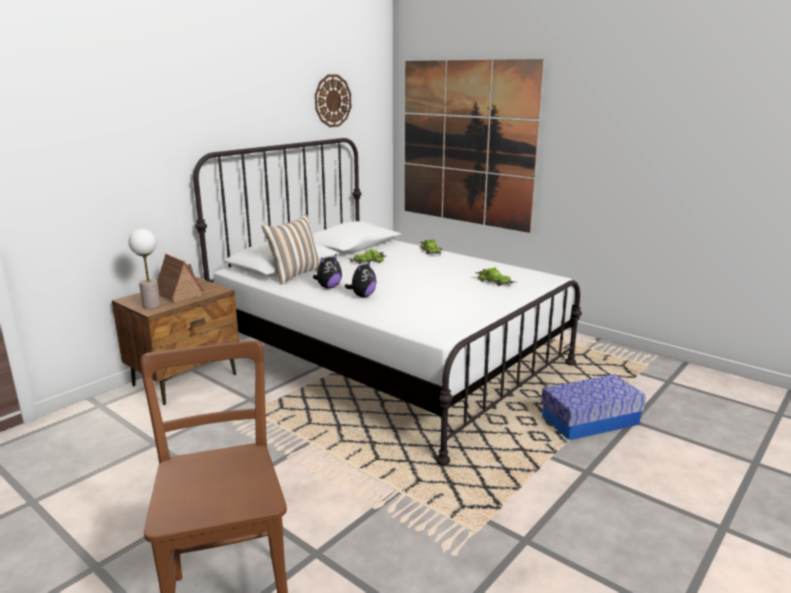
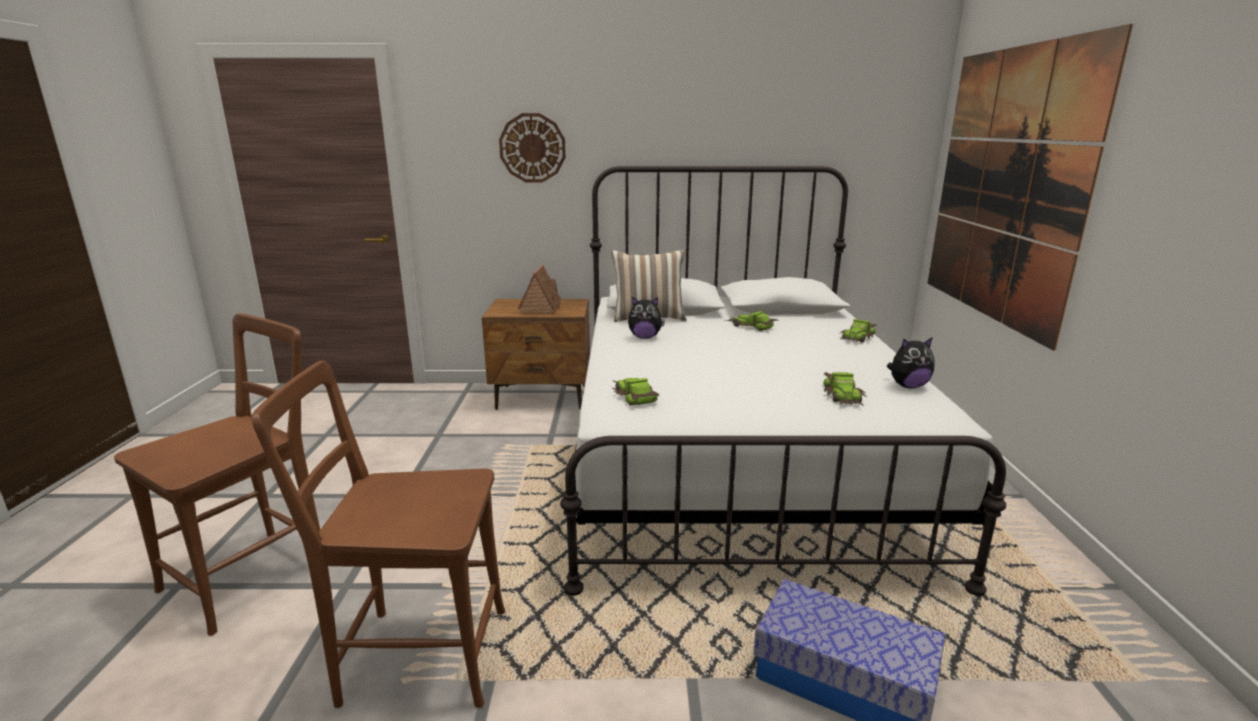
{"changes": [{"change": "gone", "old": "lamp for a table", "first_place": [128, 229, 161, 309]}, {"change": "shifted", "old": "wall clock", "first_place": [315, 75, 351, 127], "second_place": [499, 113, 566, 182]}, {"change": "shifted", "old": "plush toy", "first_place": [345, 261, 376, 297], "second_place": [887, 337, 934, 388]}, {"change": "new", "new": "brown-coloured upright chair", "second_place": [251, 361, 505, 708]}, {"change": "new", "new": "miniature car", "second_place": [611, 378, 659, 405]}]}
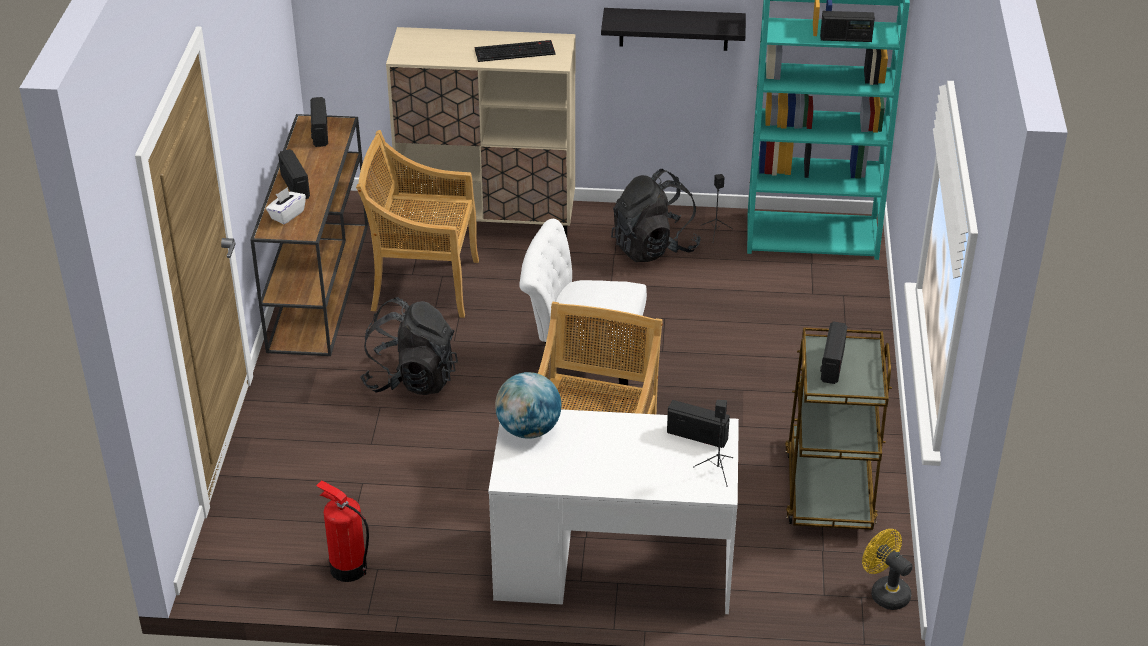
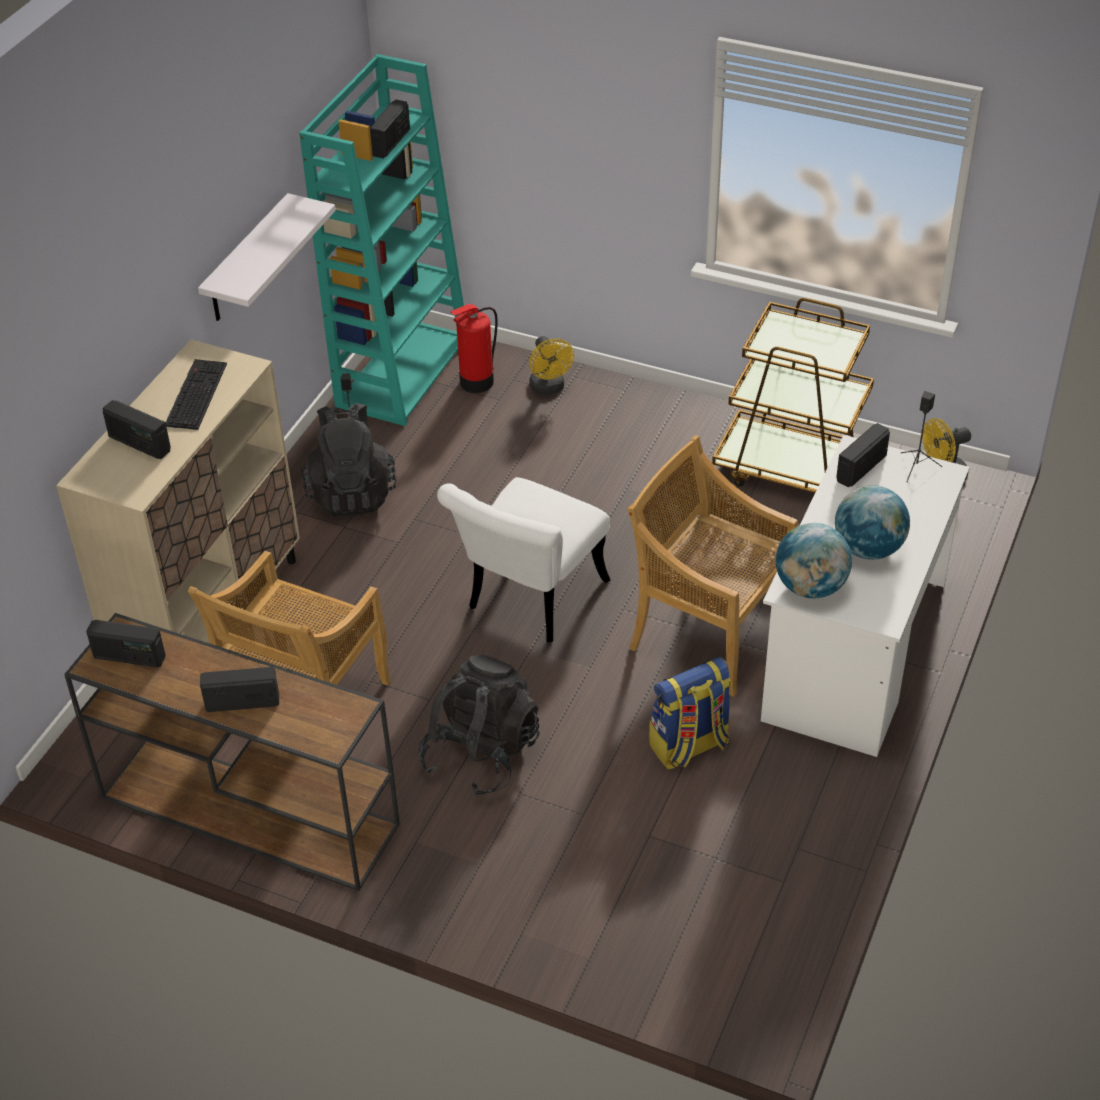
{"changes": [{"change": "gone", "old": "white box of tissues", "first_place": [266, 187, 306, 224]}, {"change": "shifted", "old": "extinguisher", "first_place": [316, 480, 369, 582], "second_place": [450, 304, 498, 393]}, {"change": "repainted", "old": "blackish shelf", "new": "white shelf", "first_place": [601, 8, 746, 51], "second_place": [198, 193, 336, 321]}, {"change": "shifted", "old": "radio set", "first_place": [820, 322, 847, 384], "second_place": [103, 400, 171, 459]}, {"change": "new", "new": "yellow-coloured electric fan", "second_place": [529, 336, 574, 395]}, {"change": "new", "new": "backpack", "second_place": [649, 657, 732, 769]}, {"change": "new", "new": "desk globe", "second_place": [835, 485, 910, 560]}]}
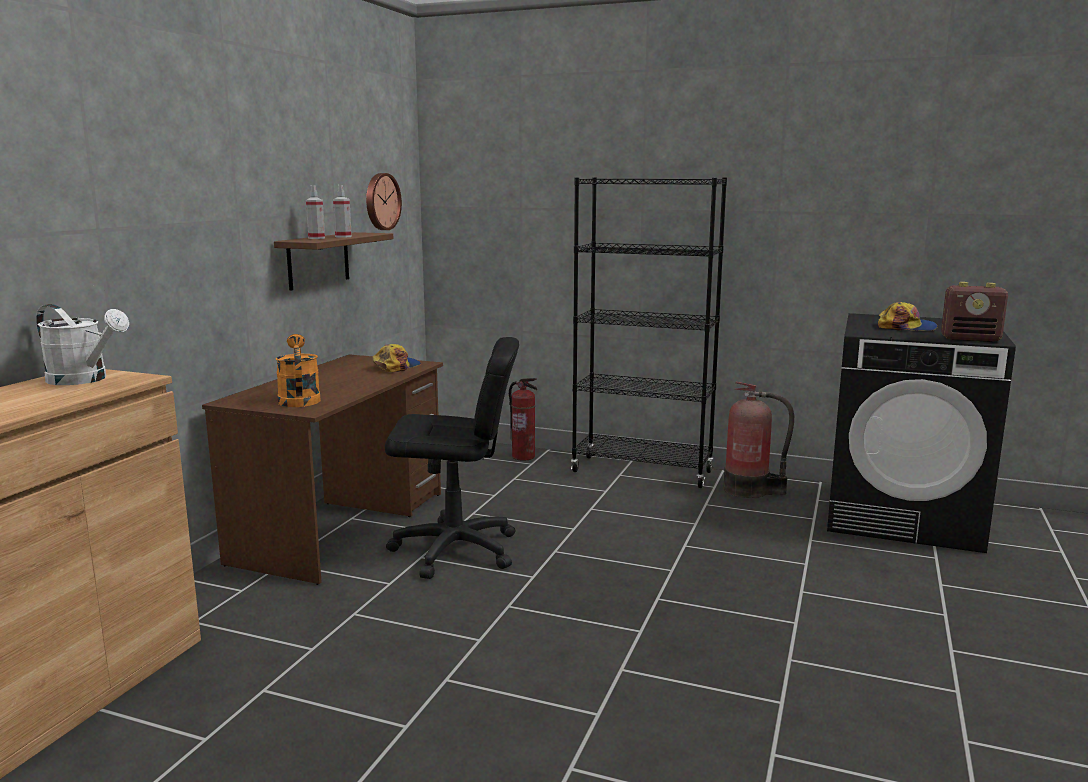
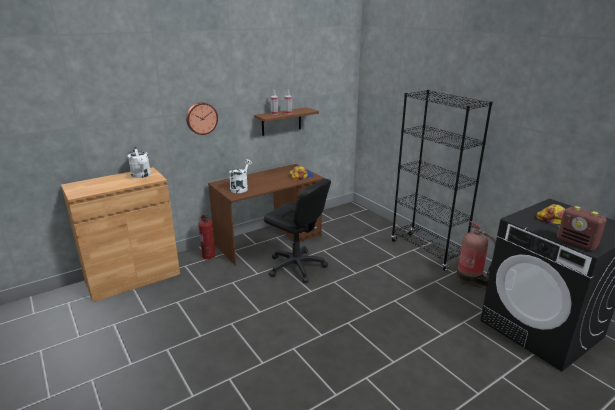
{"changes": [{"change": "repainted", "old": "orangey sprinkling can", "new": "white sprinkling can", "first_place": [276, 334, 321, 407], "second_place": [229, 159, 252, 193]}, {"change": "shifted", "old": "wall clock", "first_place": [366, 173, 402, 230], "second_place": [186, 102, 218, 135]}, {"change": "shifted", "old": "extinguisher", "first_place": [509, 378, 537, 461], "second_place": [198, 214, 216, 259]}]}
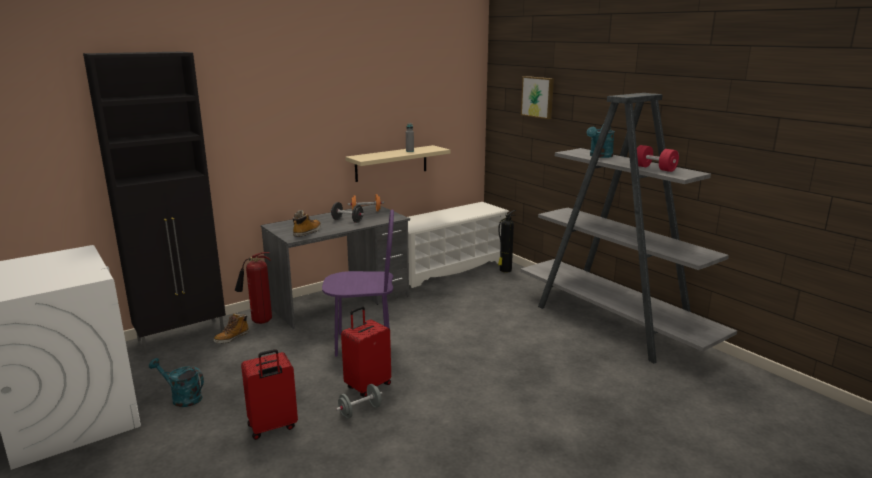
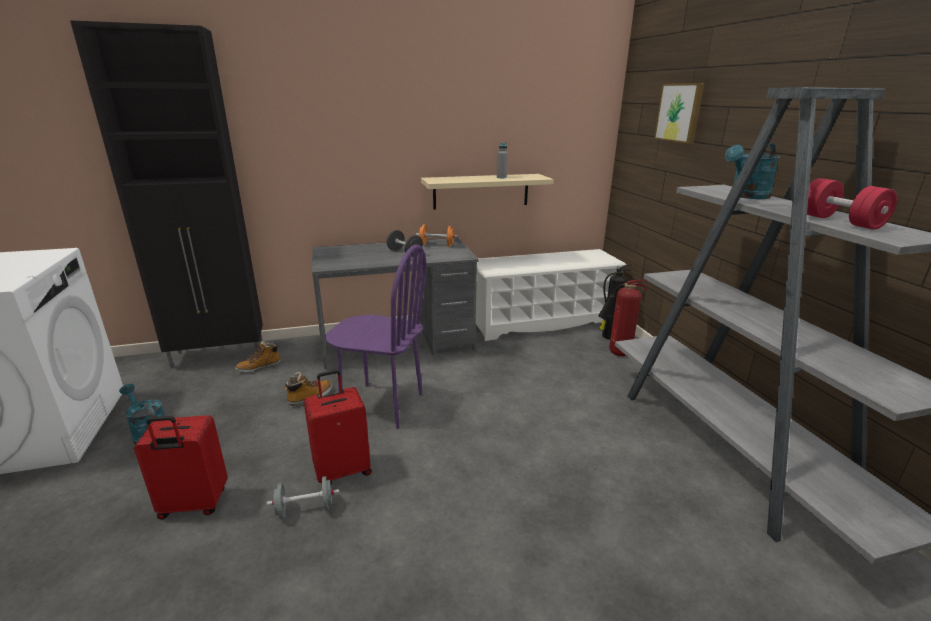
{"changes": [{"change": "shifted", "old": "extinguisher", "first_place": [235, 252, 272, 324], "second_place": [598, 279, 647, 356]}, {"change": "shifted", "old": "boot", "first_place": [293, 210, 321, 237], "second_place": [284, 372, 332, 406]}]}
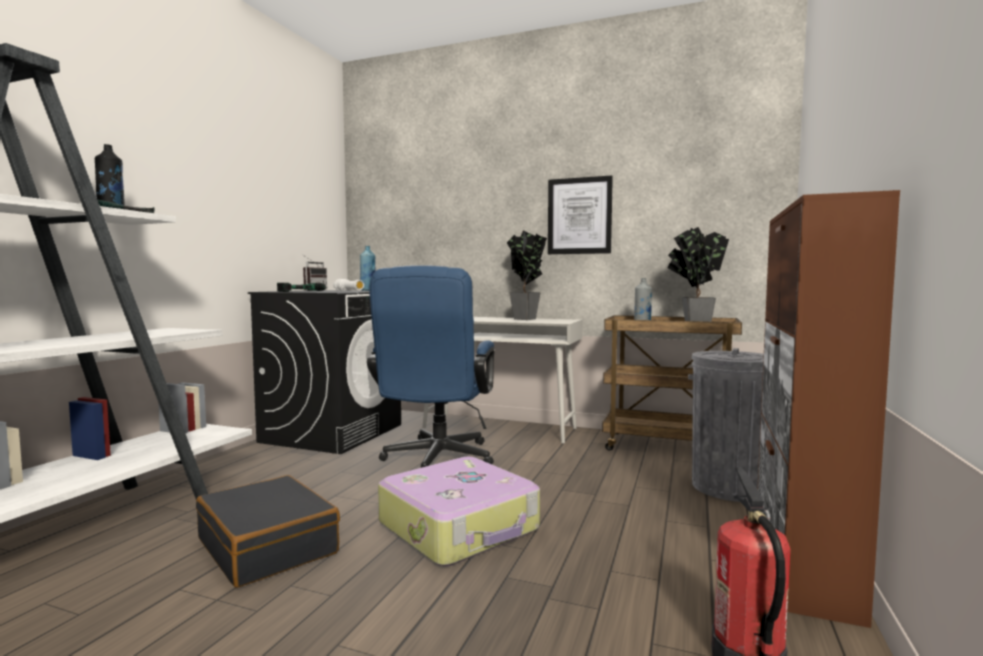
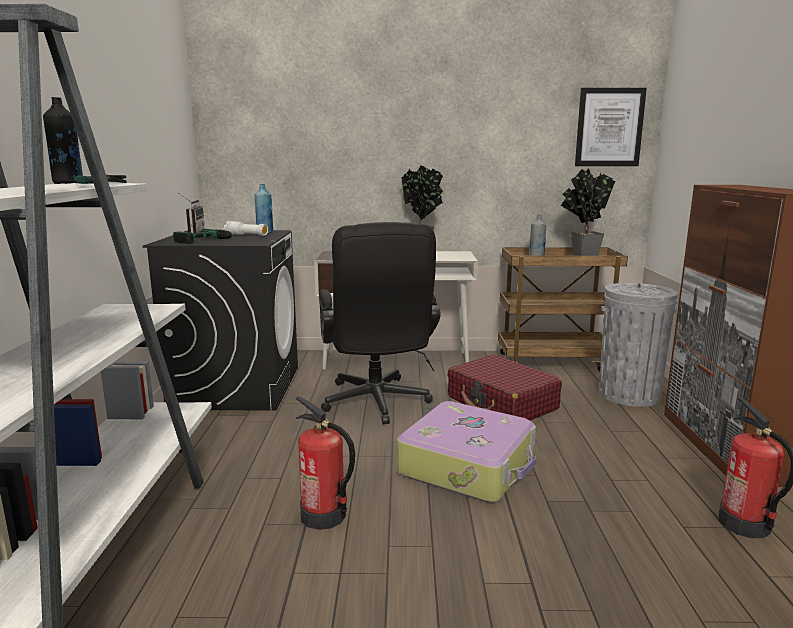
{"changes": [{"change": "swapped", "old": "blackish travel case", "new": "extinguisher", "first_place": [196, 475, 340, 588], "second_place": [296, 396, 355, 530]}, {"change": "repainted", "old": "bluish office chair", "new": "blackish office chair", "first_place": [367, 265, 495, 468], "second_place": [319, 222, 441, 424]}, {"change": "shifted", "old": "wall art", "first_place": [548, 175, 613, 254], "second_place": [575, 88, 647, 166]}, {"change": "new", "new": "red travel case", "second_place": [448, 354, 562, 421]}]}
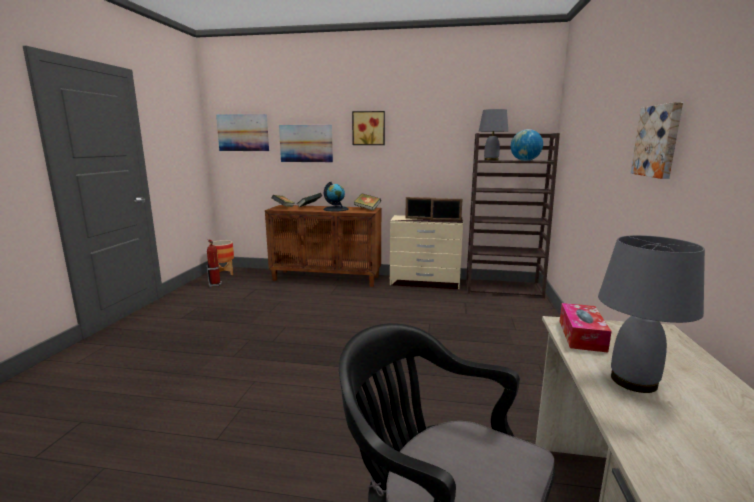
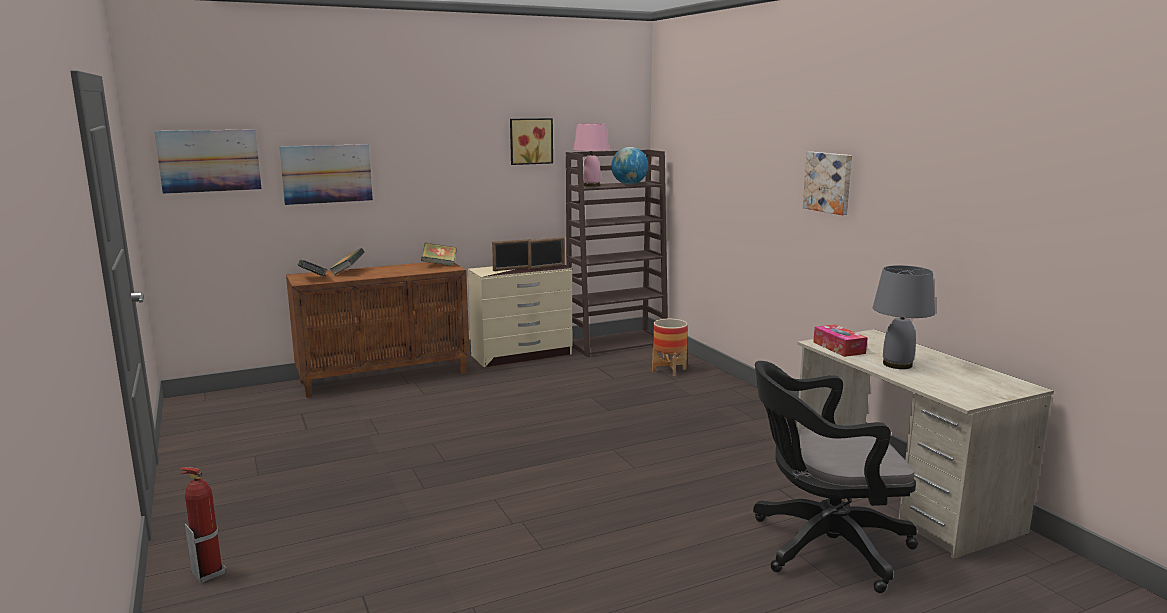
{"changes": [{"change": "shifted", "old": "extinguisher", "first_place": [207, 239, 222, 287], "second_place": [179, 467, 226, 583]}, {"change": "shifted", "old": "planter", "first_place": [209, 240, 234, 275], "second_place": [652, 319, 688, 376]}, {"change": "gone", "old": "desk globe", "first_place": [324, 181, 349, 211]}, {"change": "shifted", "old": "wall art", "first_place": [352, 111, 385, 145], "second_place": [510, 118, 553, 165]}, {"change": "repainted", "old": "greyish lamp for a table", "new": "pinkish lamp for a table", "first_place": [479, 109, 508, 161], "second_place": [573, 123, 609, 187]}]}
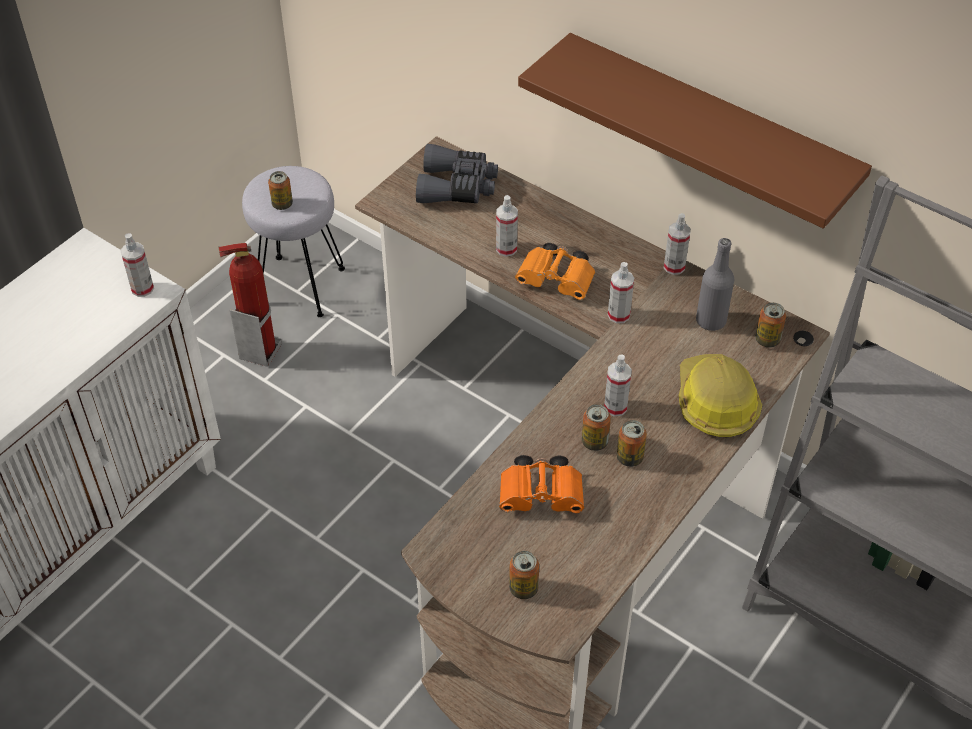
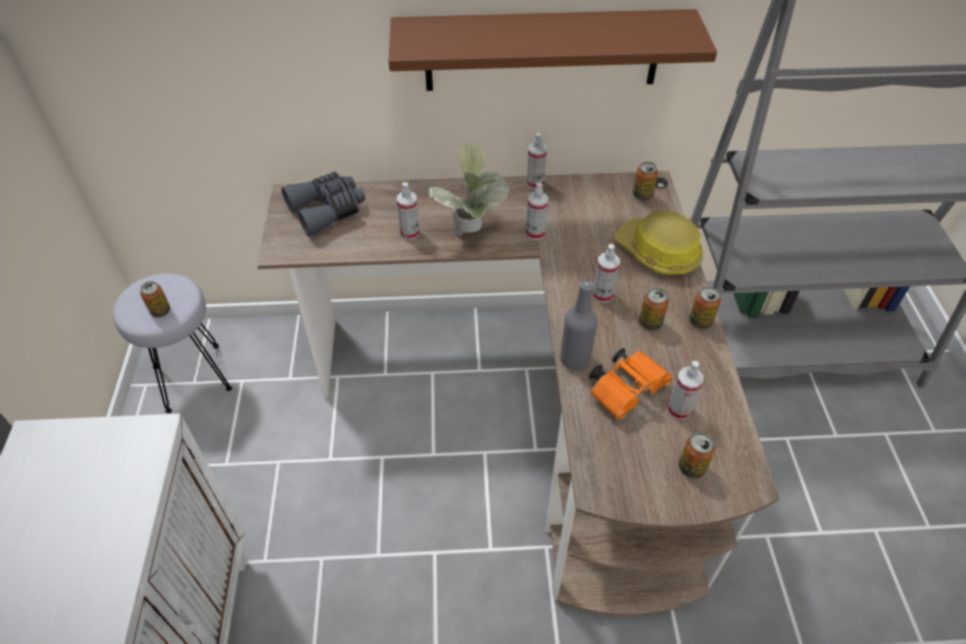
{"changes": [{"change": "shifted", "old": "sprayer", "first_place": [120, 233, 154, 297], "second_place": [668, 361, 703, 420]}, {"change": "gone", "old": "extinguisher", "first_place": [219, 243, 282, 367]}, {"change": "swapped", "old": "orangey pair of binoculars", "new": "houseplant", "first_place": [515, 243, 595, 300], "second_place": [429, 143, 509, 236]}, {"change": "shifted", "old": "sealed can", "first_place": [582, 404, 611, 451], "second_place": [689, 286, 721, 329]}, {"change": "shifted", "old": "greyish beverage bottle", "first_place": [696, 238, 735, 331], "second_place": [560, 280, 597, 370]}]}
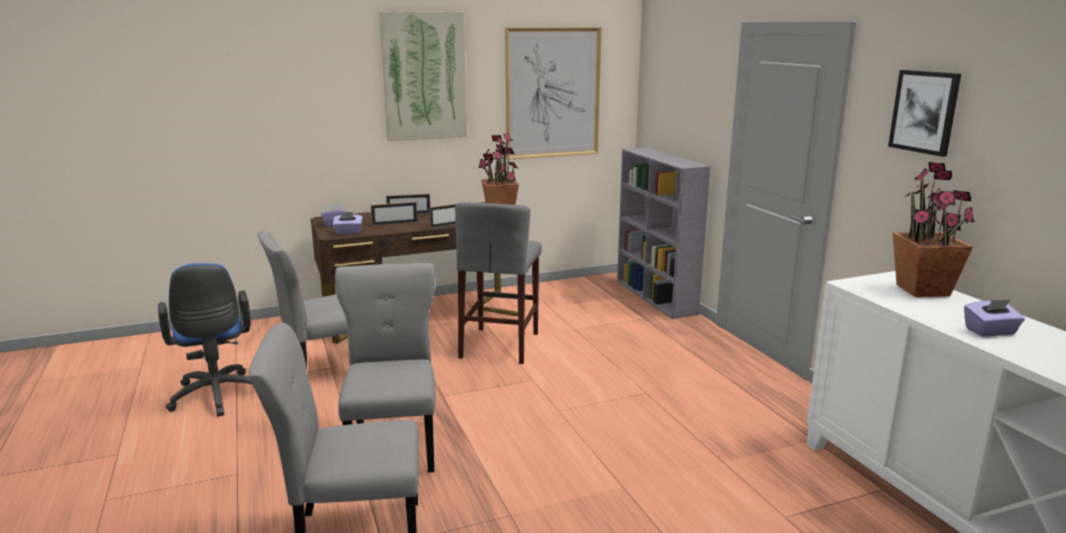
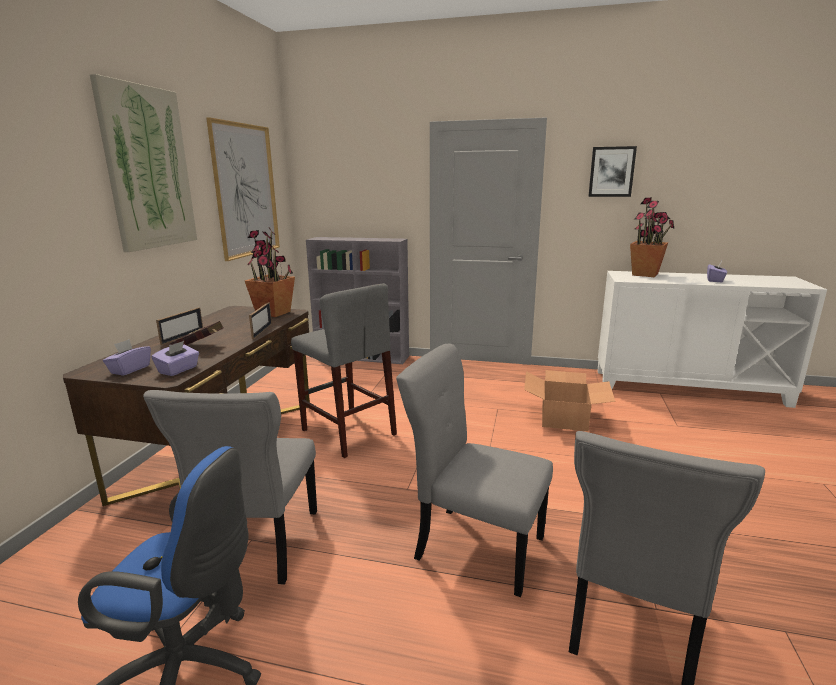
{"changes": [{"change": "swapped", "old": "picture frame", "new": "red bound book", "first_place": [371, 202, 418, 226], "second_place": [170, 321, 224, 345]}, {"change": "new", "new": "packing box", "second_place": [524, 370, 615, 431]}]}
